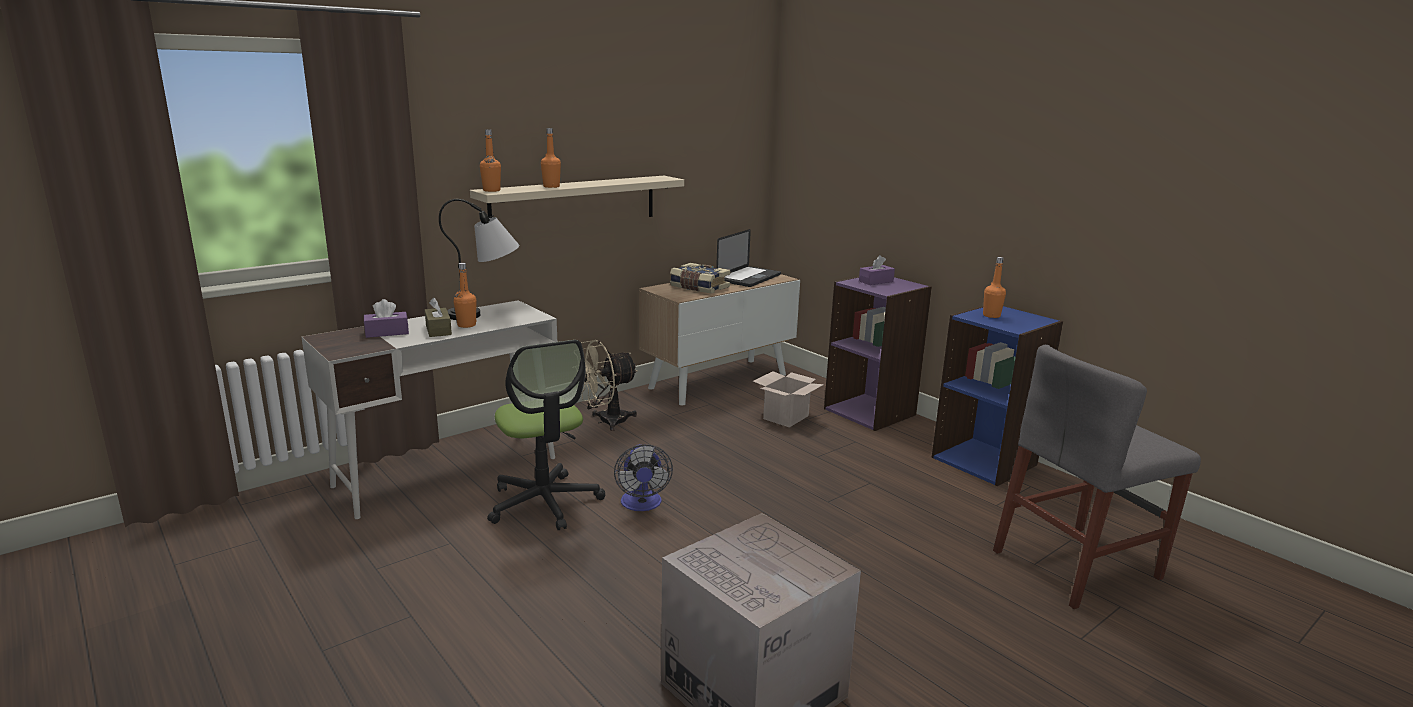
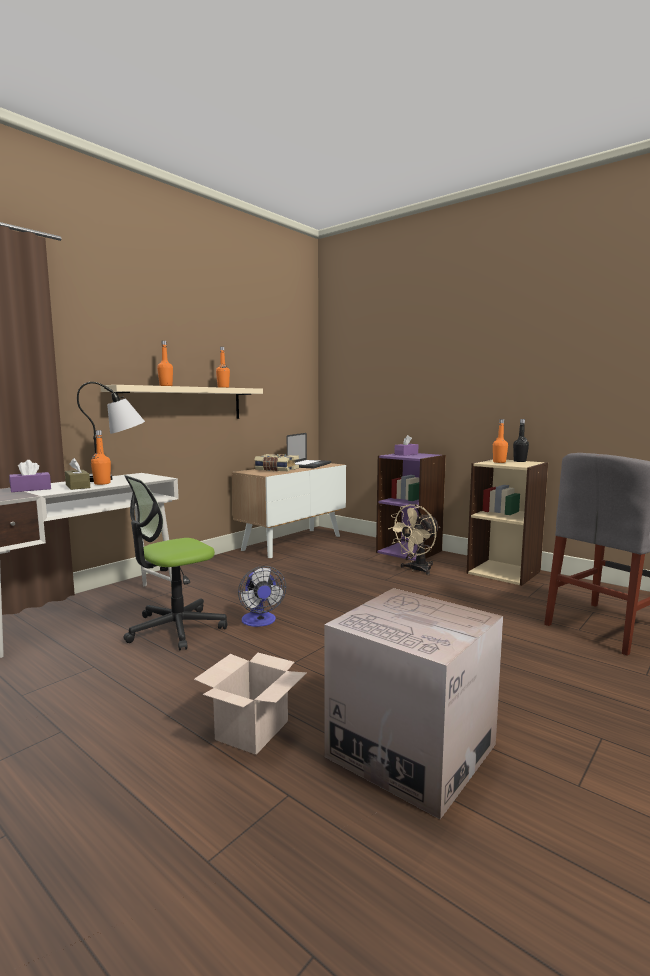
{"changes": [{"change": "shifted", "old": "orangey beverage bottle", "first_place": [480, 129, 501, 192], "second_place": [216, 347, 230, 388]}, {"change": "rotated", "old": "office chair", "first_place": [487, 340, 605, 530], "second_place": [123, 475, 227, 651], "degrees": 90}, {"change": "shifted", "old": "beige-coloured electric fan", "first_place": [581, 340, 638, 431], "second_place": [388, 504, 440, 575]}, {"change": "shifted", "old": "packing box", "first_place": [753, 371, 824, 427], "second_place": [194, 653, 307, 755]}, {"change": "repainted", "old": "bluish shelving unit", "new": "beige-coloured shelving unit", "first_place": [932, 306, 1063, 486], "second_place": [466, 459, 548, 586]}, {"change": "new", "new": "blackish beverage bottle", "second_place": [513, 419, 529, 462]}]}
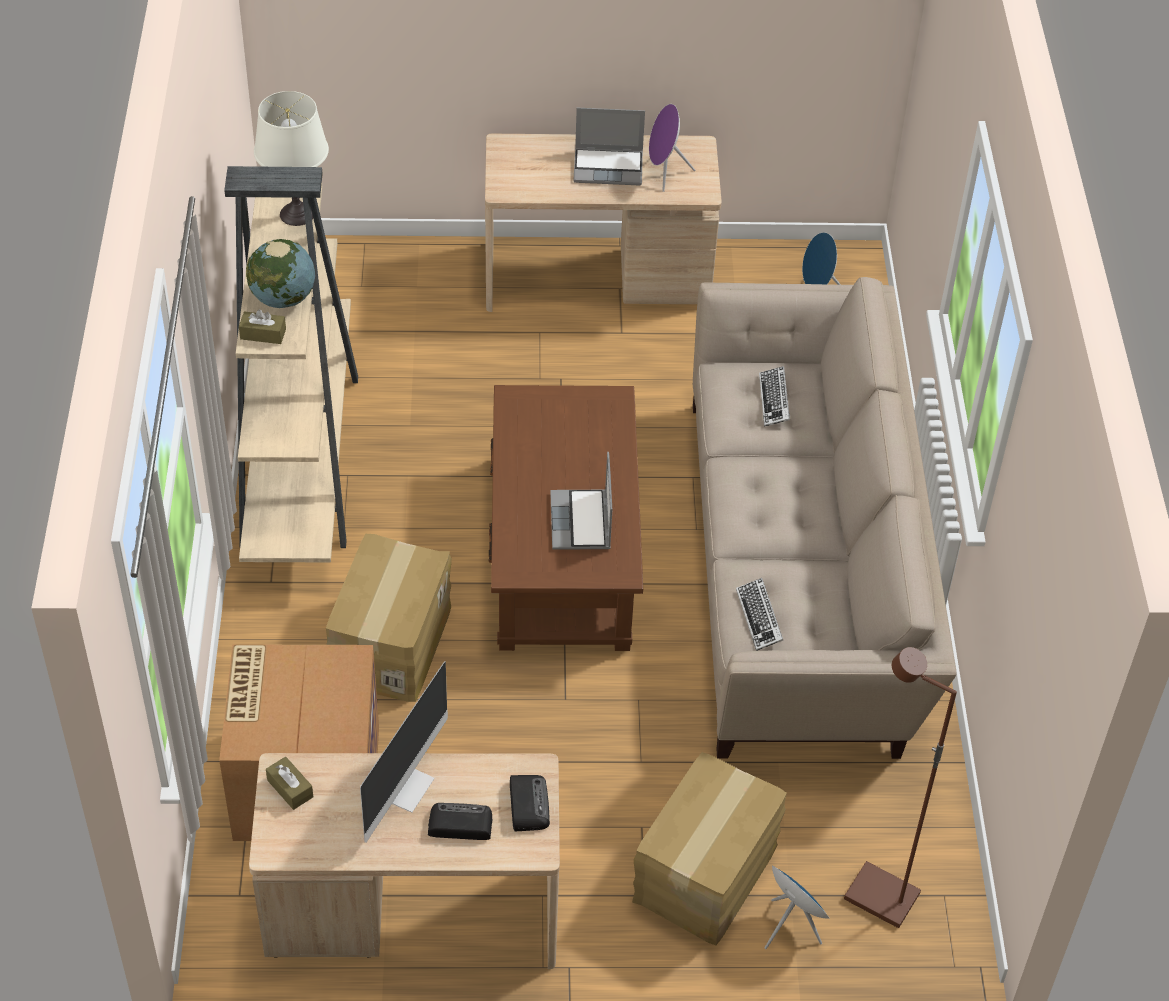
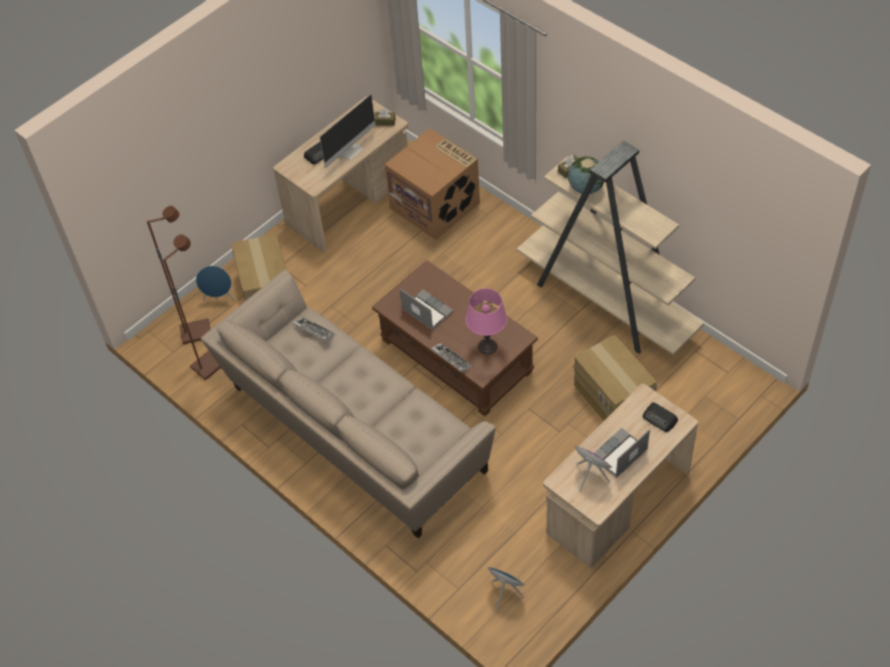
{"changes": [{"change": "gone", "old": "white lamp for a table", "first_place": [254, 91, 329, 226]}, {"change": "shifted", "old": "packing box", "first_place": [326, 534, 452, 702], "second_place": [574, 335, 657, 421]}, {"change": "rotated", "old": "computer display", "first_place": [360, 661, 448, 843], "second_place": [320, 94, 375, 168], "degrees": -120}, {"change": "shifted", "old": "radio set", "first_place": [510, 775, 550, 831], "second_place": [643, 402, 678, 432]}, {"change": "shifted", "old": "computer keyboard", "first_place": [759, 366, 790, 427], "second_place": [431, 343, 473, 372]}, {"change": "new", "new": "brown-coloured floor lamp", "second_place": [163, 234, 221, 380]}, {"change": "new", "new": "pinkish lamp for a table", "second_place": [466, 288, 507, 354]}]}
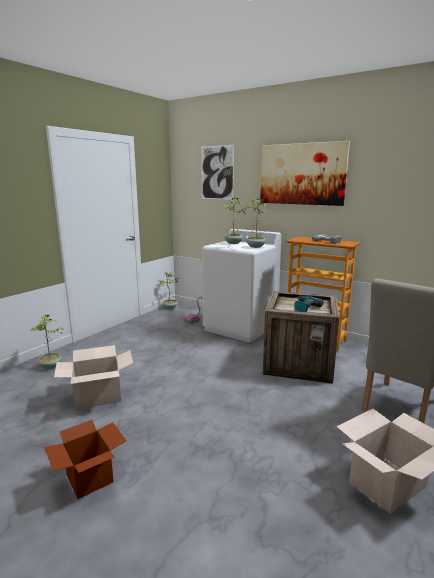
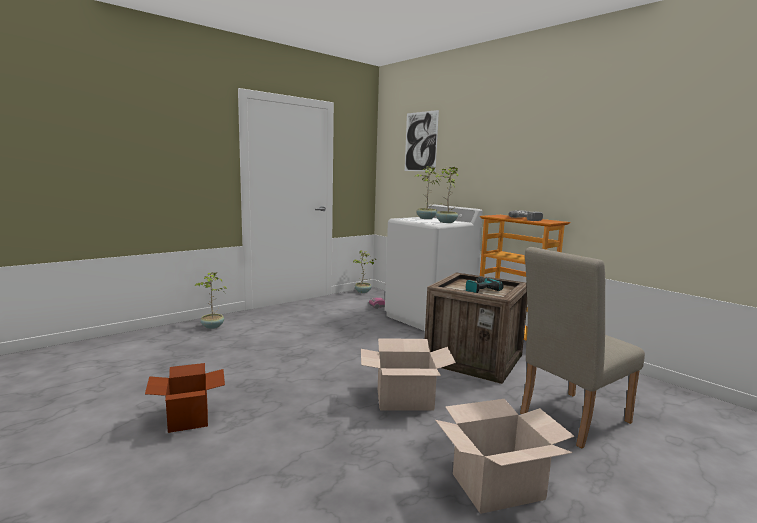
{"changes": [{"change": "shifted", "old": "packing box", "first_place": [54, 345, 133, 410], "second_place": [361, 338, 456, 411]}, {"change": "gone", "old": "wall art", "first_place": [260, 141, 350, 206]}]}
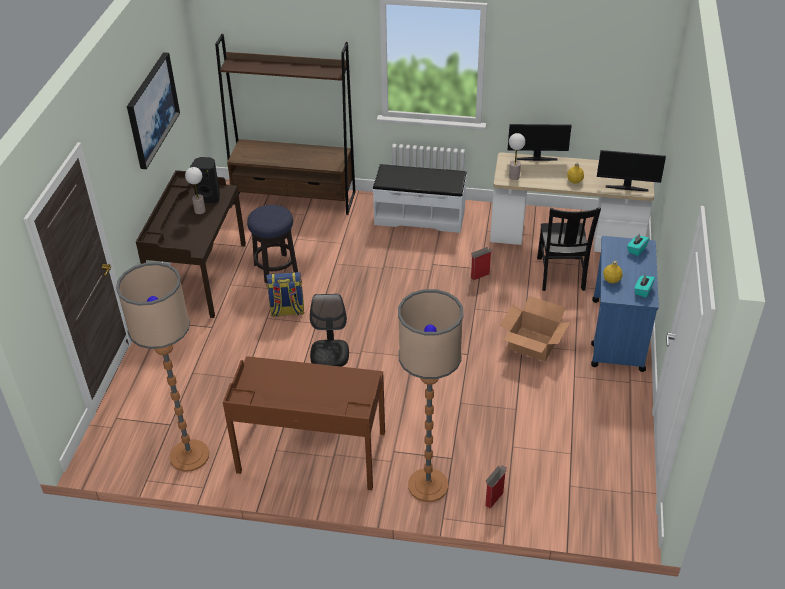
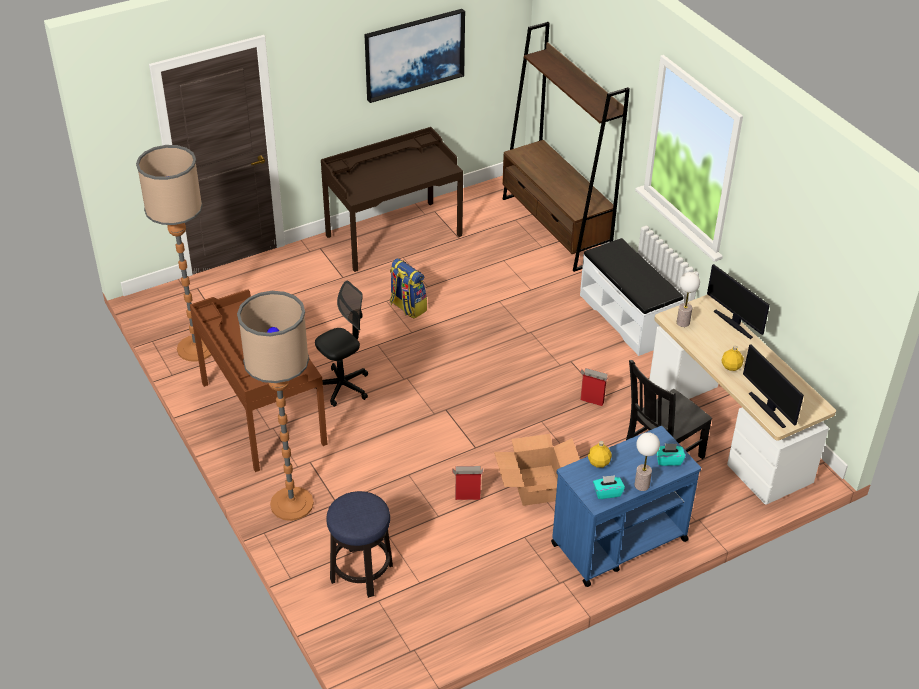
{"changes": [{"change": "shifted", "old": "lamp for a table", "first_place": [185, 167, 206, 214], "second_place": [634, 432, 660, 491]}, {"change": "gone", "old": "blackish audio speaker", "first_place": [190, 157, 220, 203]}, {"change": "shifted", "old": "sitting stool", "first_place": [247, 205, 298, 283], "second_place": [326, 491, 393, 598]}, {"change": "shifted", "old": "packing box", "first_place": [485, 465, 507, 509], "second_place": [452, 466, 483, 500]}]}
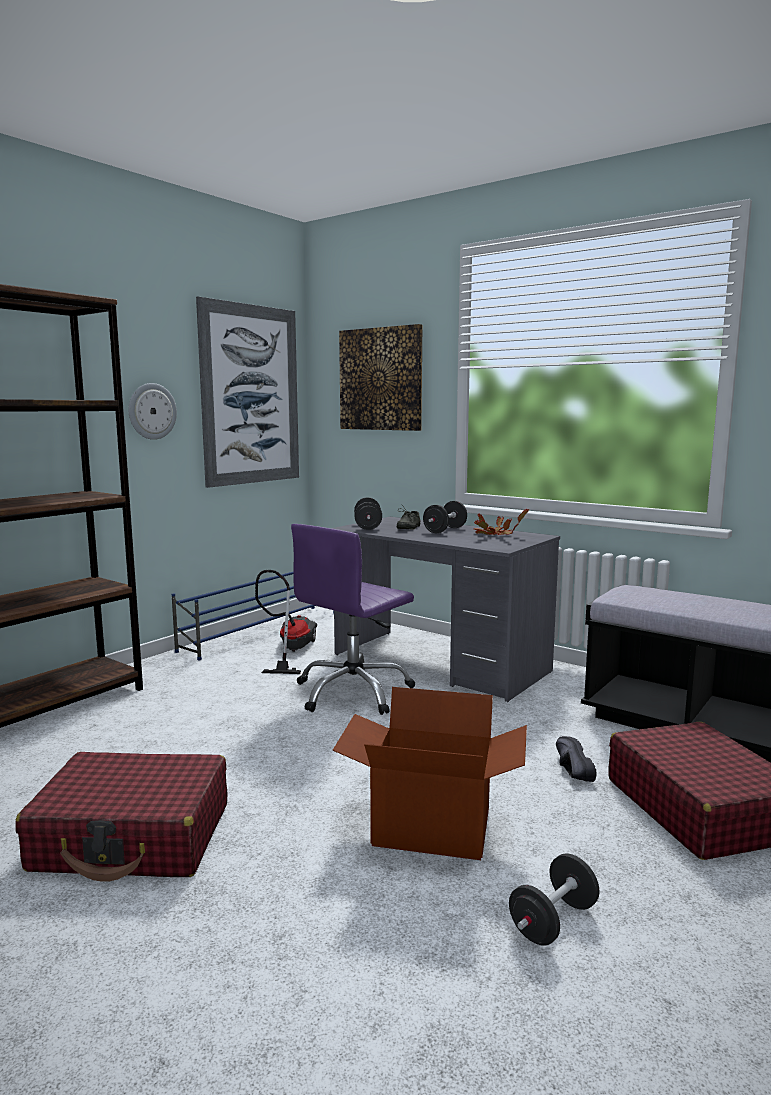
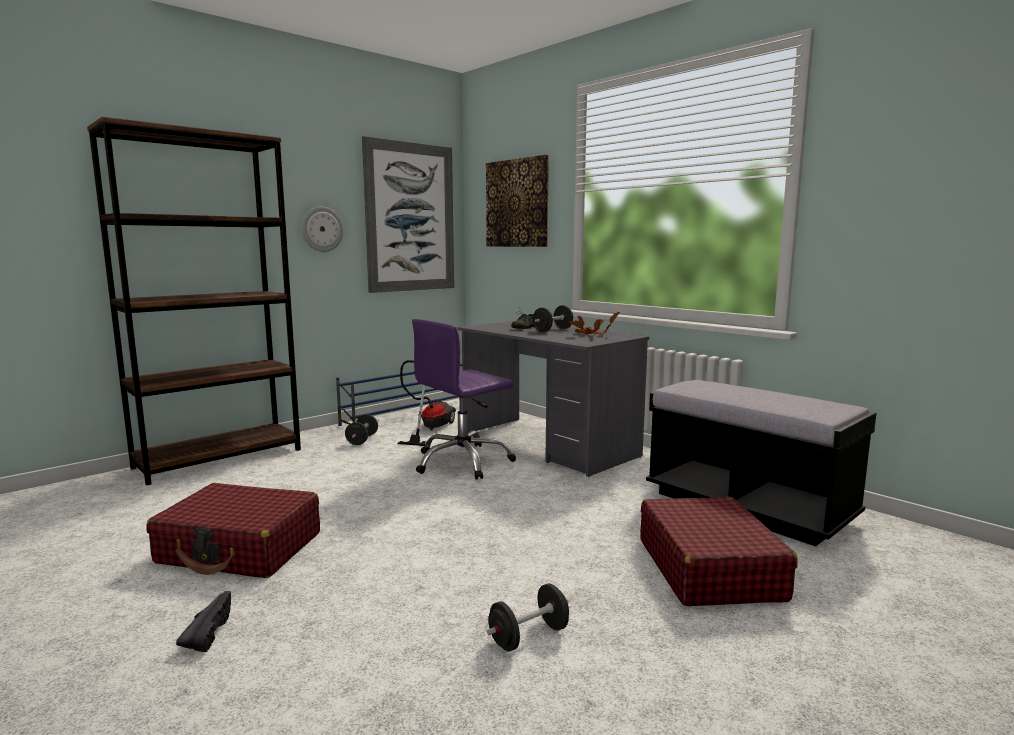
{"changes": [{"change": "gone", "old": "packing box", "first_place": [333, 687, 527, 860]}, {"change": "shifted", "old": "blackish hand weight", "first_place": [354, 497, 382, 530], "second_place": [345, 414, 378, 445]}, {"change": "shifted", "old": "blackish low shoe", "first_place": [556, 736, 597, 782], "second_place": [176, 591, 231, 652]}]}
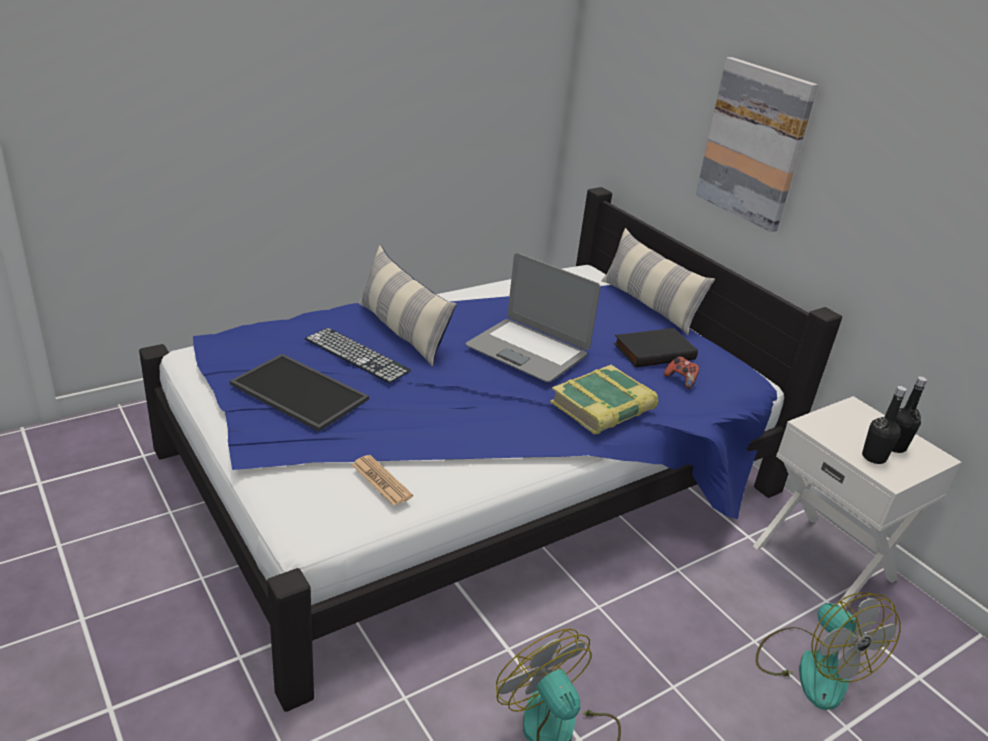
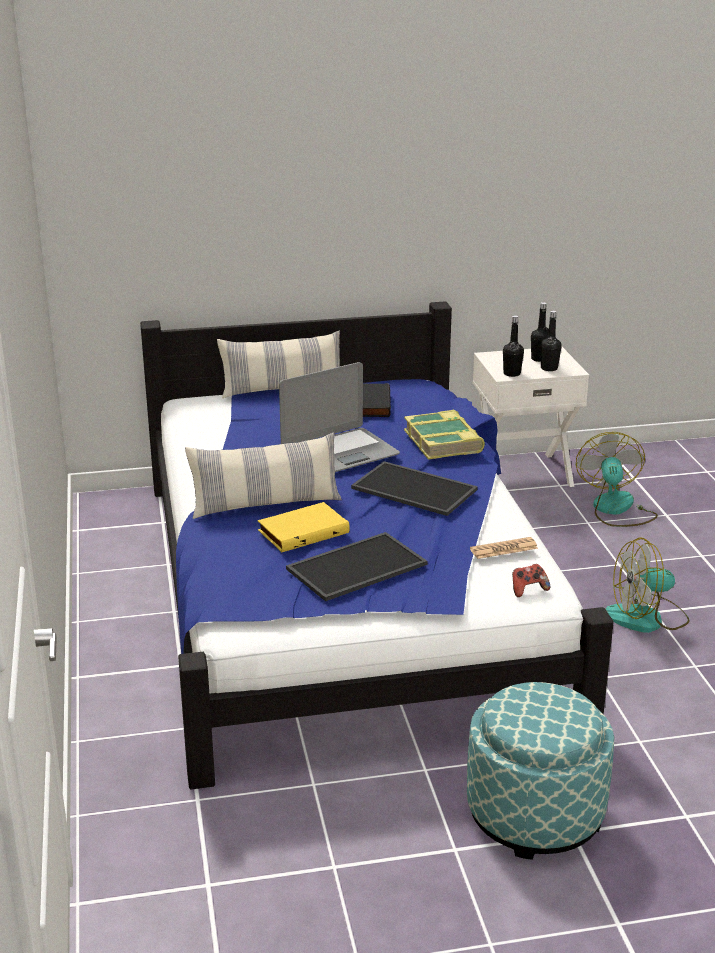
{"changes": [{"change": "swapped", "old": "computer keyboard", "new": "yellow-coloured bound book", "first_place": [305, 328, 411, 383], "second_place": [258, 502, 350, 552]}, {"change": "shifted", "old": "gamepad", "first_place": [664, 356, 700, 389], "second_place": [512, 564, 550, 597]}, {"change": "gone", "old": "wall art", "first_place": [696, 57, 818, 232]}, {"change": "rotated", "old": "electric fan", "first_place": [756, 592, 901, 710], "second_place": [576, 432, 658, 527], "degrees": -90}, {"change": "new", "new": "carrying tray", "second_place": [351, 461, 478, 516]}, {"change": "new", "new": "ottoman", "second_place": [467, 682, 614, 860]}, {"change": "new", "new": "blackish beverage bottle", "second_place": [503, 315, 524, 377]}]}
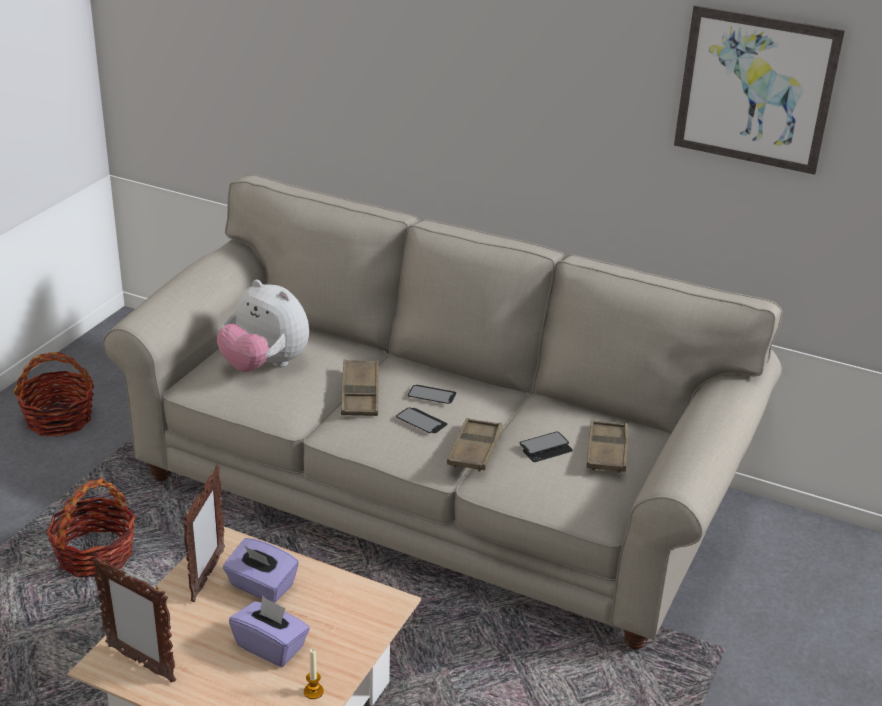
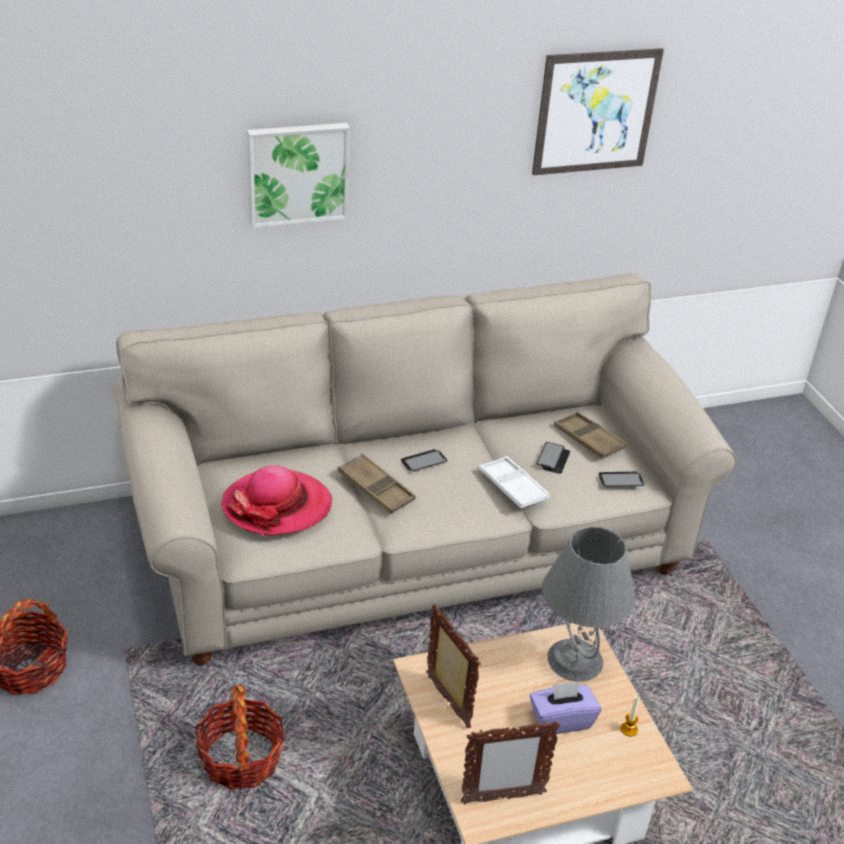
{"changes": [{"change": "swapped", "old": "plush toy", "new": "wearable hat", "first_place": [217, 280, 309, 372], "second_place": [221, 465, 332, 537]}, {"change": "gone", "old": "purplish box of tissues", "first_place": [223, 538, 299, 603]}, {"change": "shifted", "old": "phone", "first_place": [396, 408, 447, 433], "second_place": [599, 472, 644, 487]}, {"change": "repainted", "old": "brown-coloured carrying tray", "new": "white carrying tray", "first_place": [447, 418, 503, 472], "second_place": [479, 456, 550, 508]}, {"change": "new", "new": "wall art", "second_place": [247, 123, 350, 228]}, {"change": "new", "new": "greyish lamp for a table", "second_place": [542, 526, 636, 682]}]}
